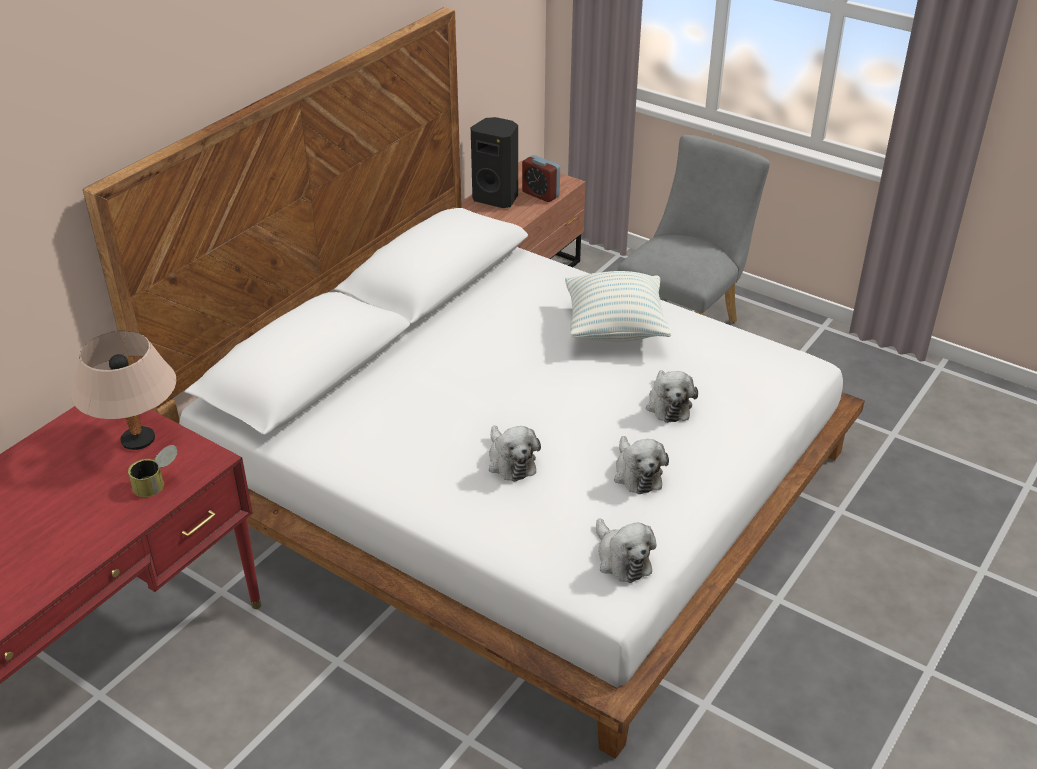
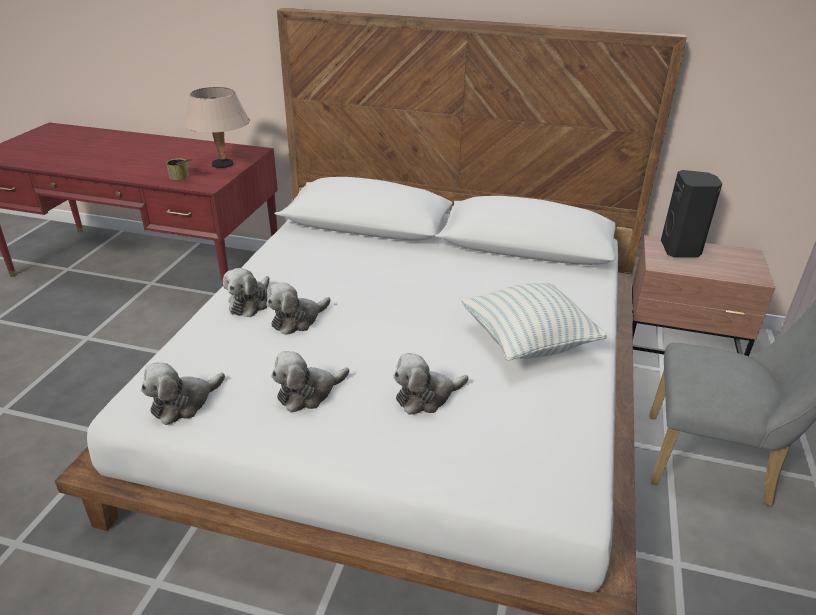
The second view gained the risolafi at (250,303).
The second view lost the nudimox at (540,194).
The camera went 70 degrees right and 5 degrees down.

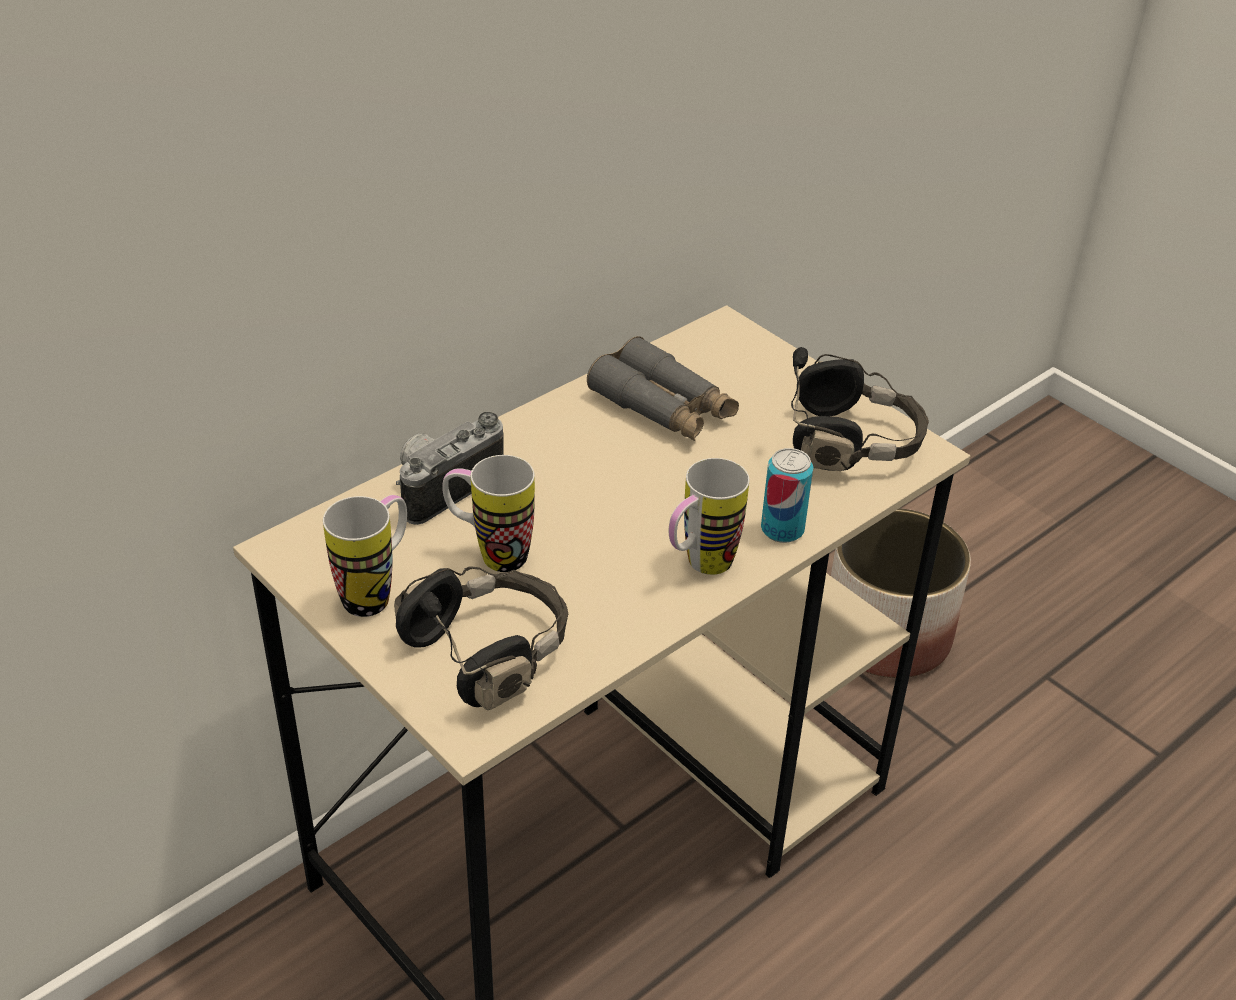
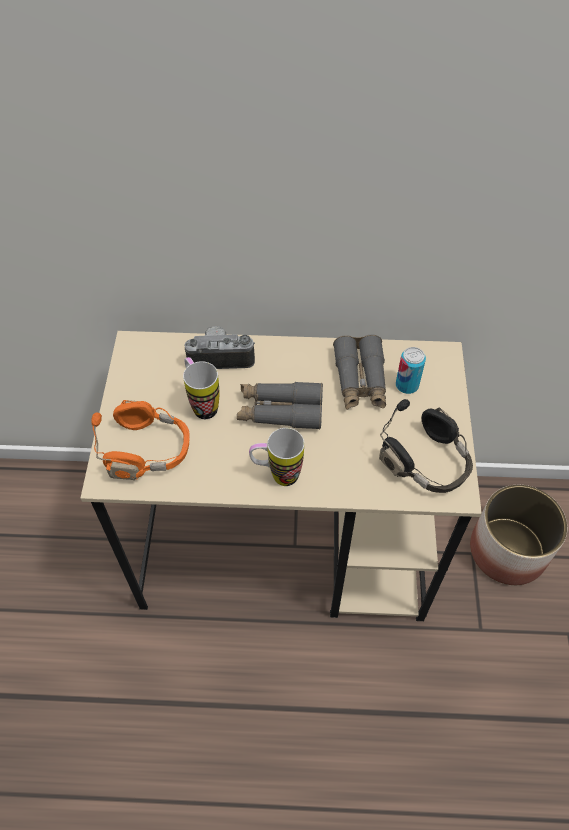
What was the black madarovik at (489,653) turned into the orange madarovik at (149,450).
The second view gained the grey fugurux at (280,411).
The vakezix ended up elsewhere, having gone from (782,529) to (407,385).
The second view lost the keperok at (377,592).
The camera went 45 degrees right and 15 degrees up.

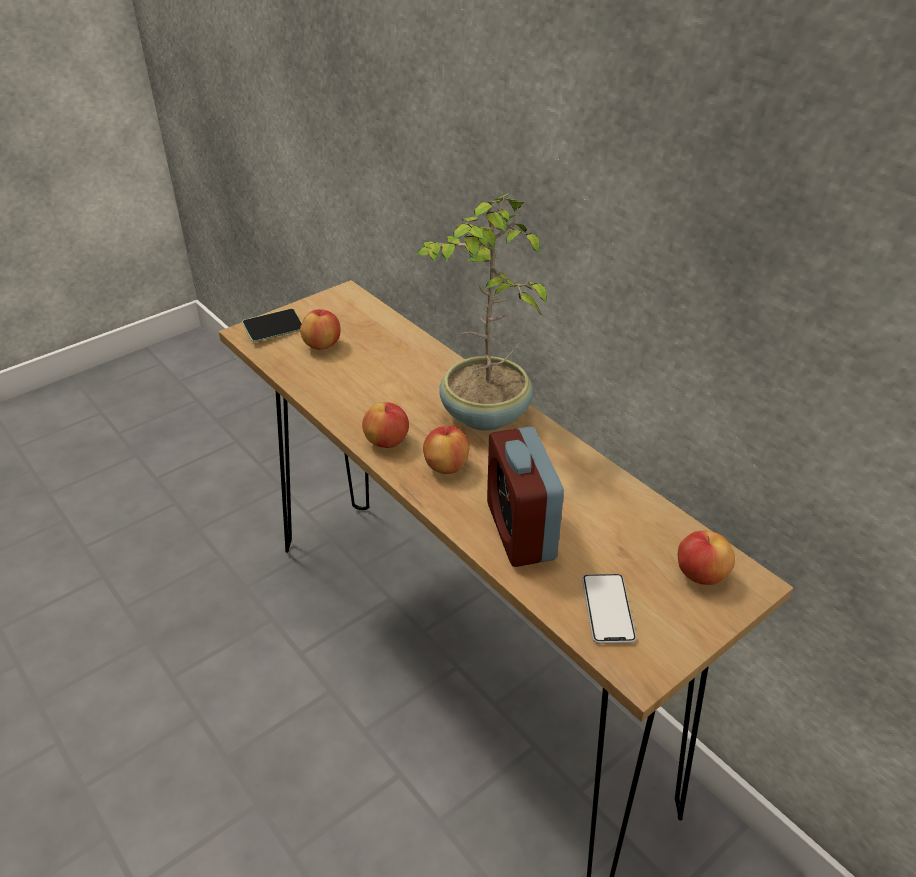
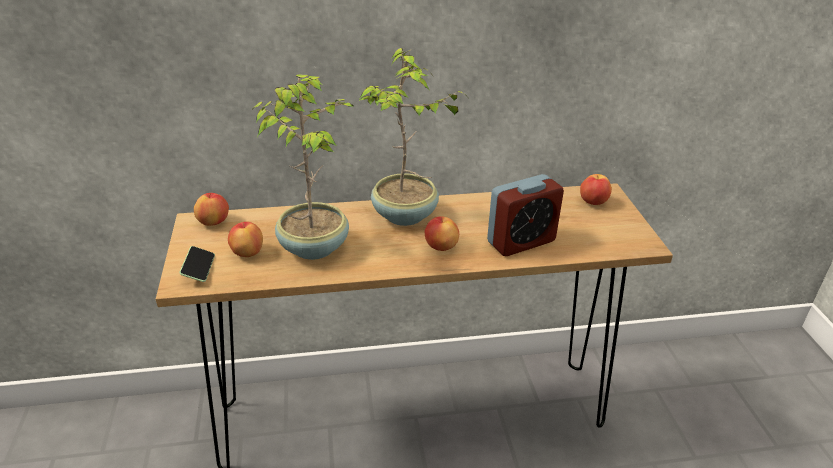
The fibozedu ended up elsewhere, having gone from (387,441) to (214,222).
The second view gained the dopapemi at (314,246).
The nudimox at (520,531) ended up facing another way, 45 degrees counterclockwise from before.
The second view lost the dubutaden at (608,609).
The camera went 60 degrees left and 5 degrees down.

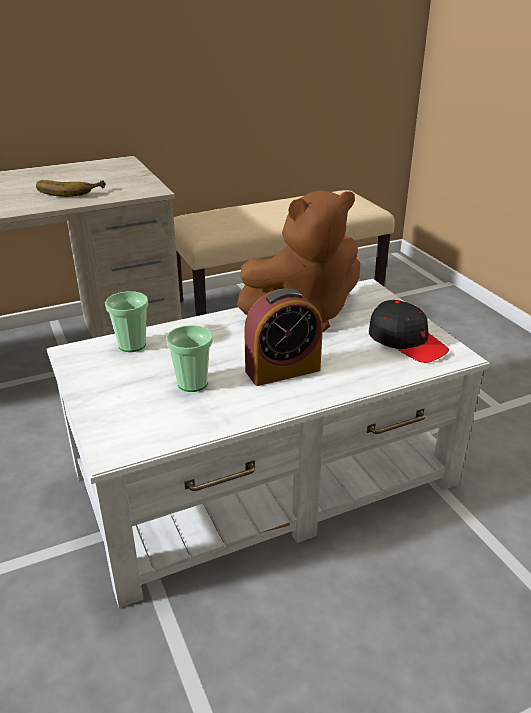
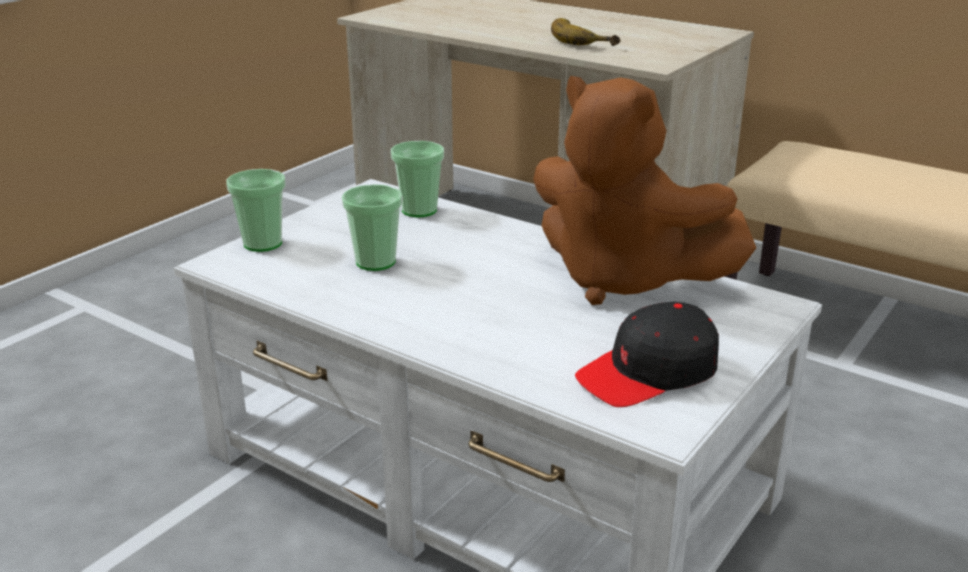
The second view gained the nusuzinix at (263,243).
The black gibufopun at (406,341) ended up facing another way, 45 degrees clockwise from before.
The second view lost the nudimox at (282,370).
The camera went 60 degrees right and 5 degrees down.

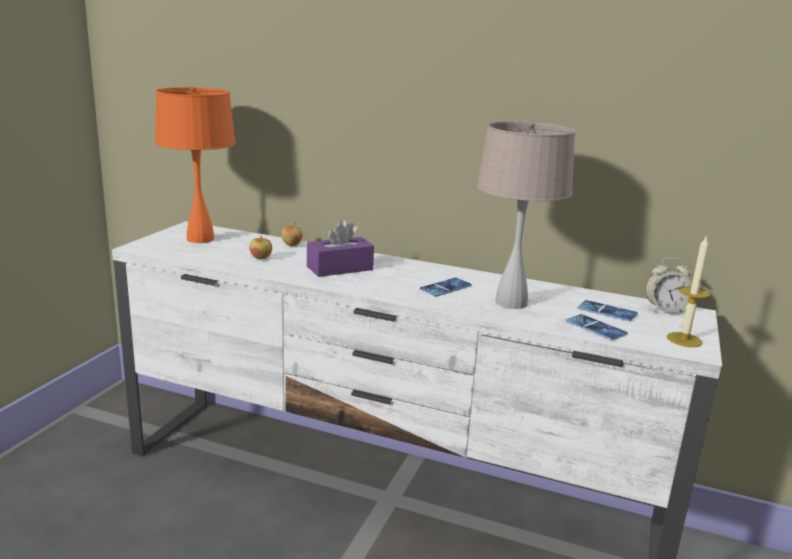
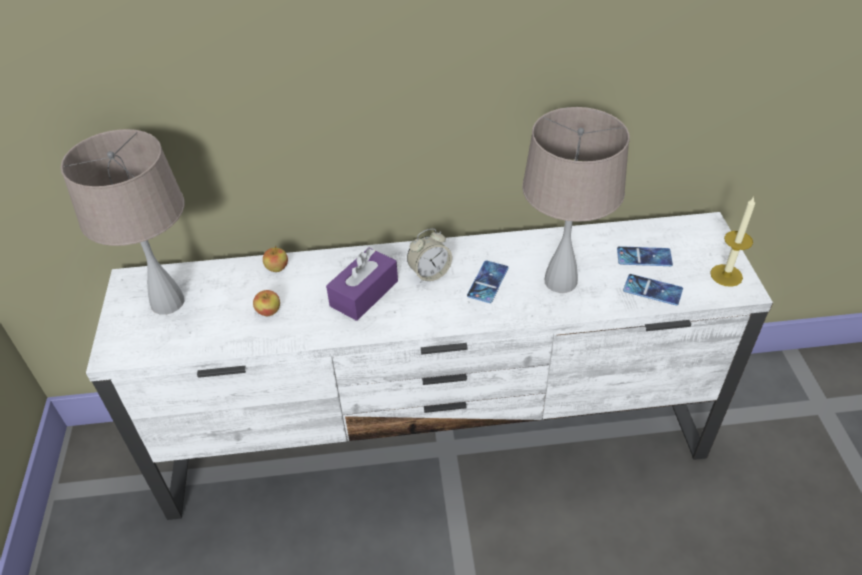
What was the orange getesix at (201,239) turned into the beige getesix at (168,302).
The nudimox ended up elsewhere, having gone from (664,309) to (429,273).
The camera went 25 degrees left and 25 degrees up.

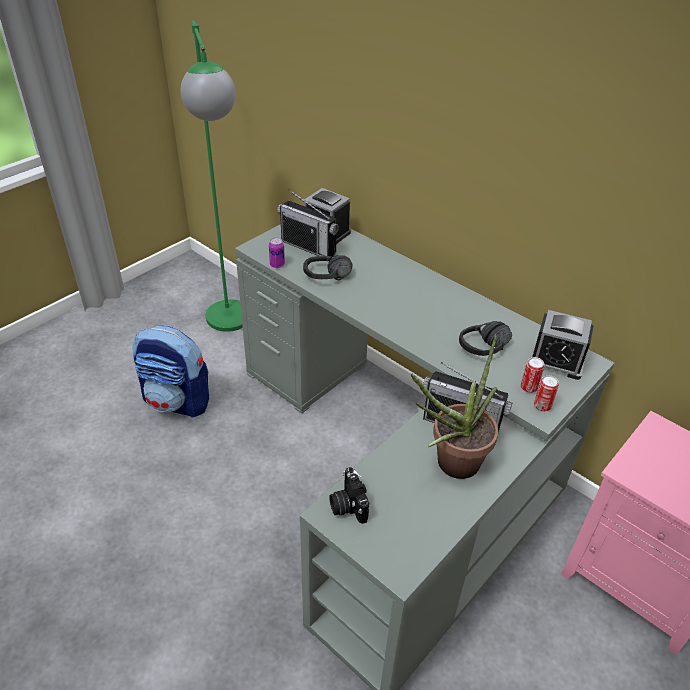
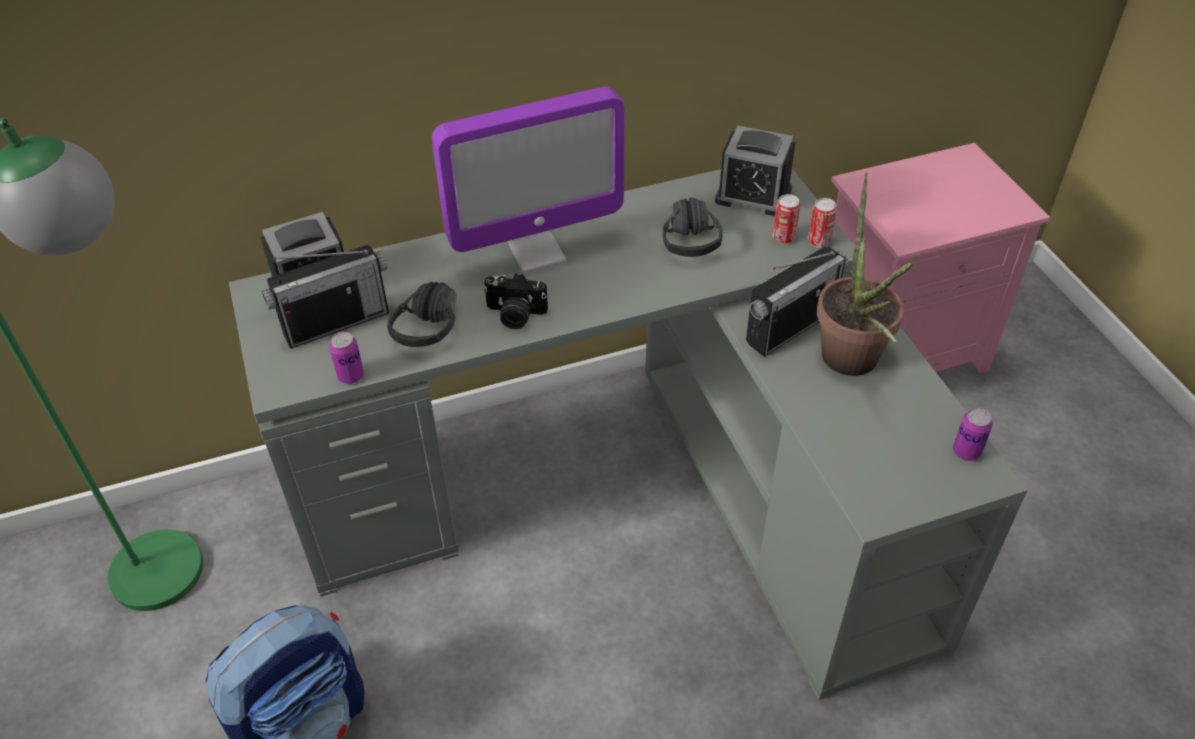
The second view gained the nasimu at (536,252).
The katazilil ended up elsewhere, having gone from (347,505) to (515,315).
The nudimox at (556,361) ended up facing another way, 60 degrees clockwise from before.
The second view gained the vakezix at (966,451).
The camera went 60 degrees left and 5 degrees up.

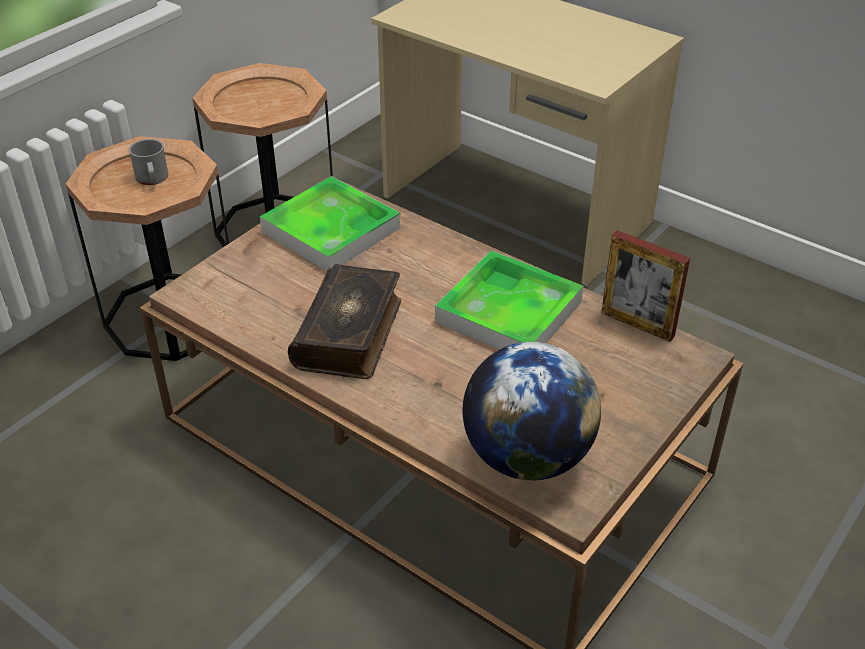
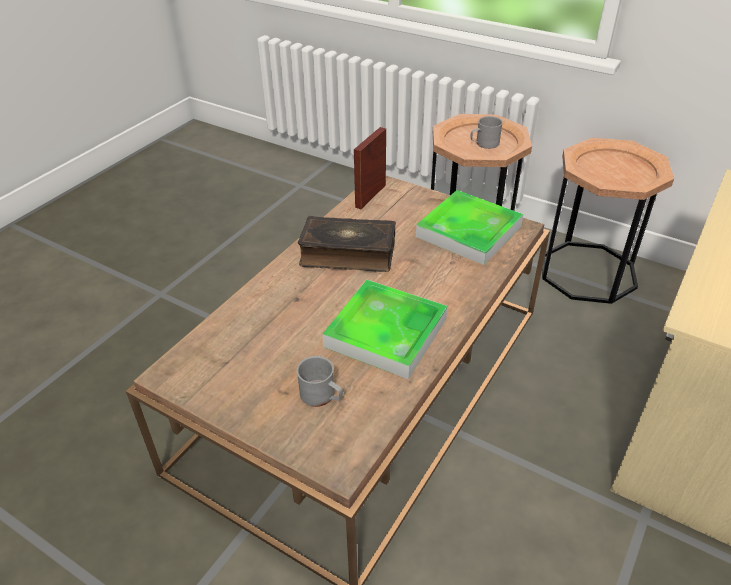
The second view gained the grey keperok at (322,396).
The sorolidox ended up elsewhere, having gone from (637,324) to (370,196).
The second view lost the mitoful at (527,457).
The camera went 85 degrees right and 0 degrees up.

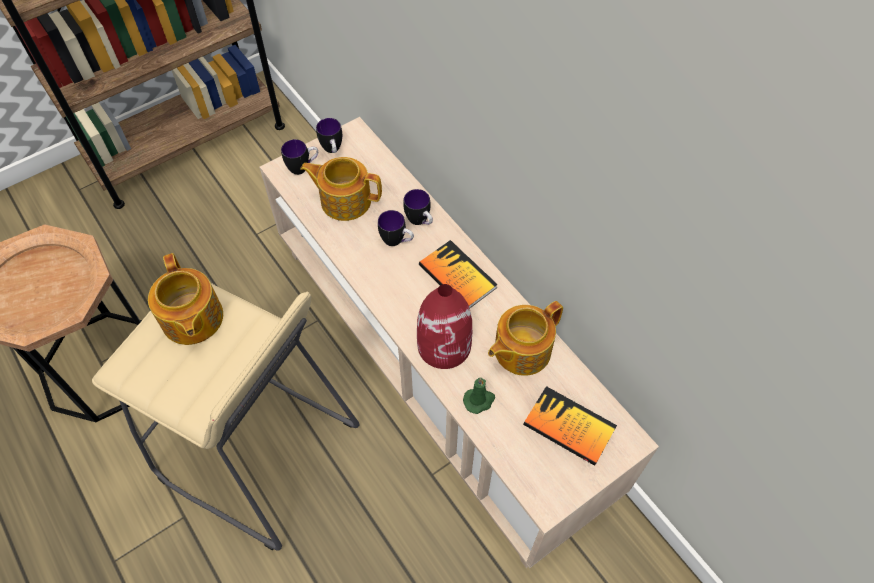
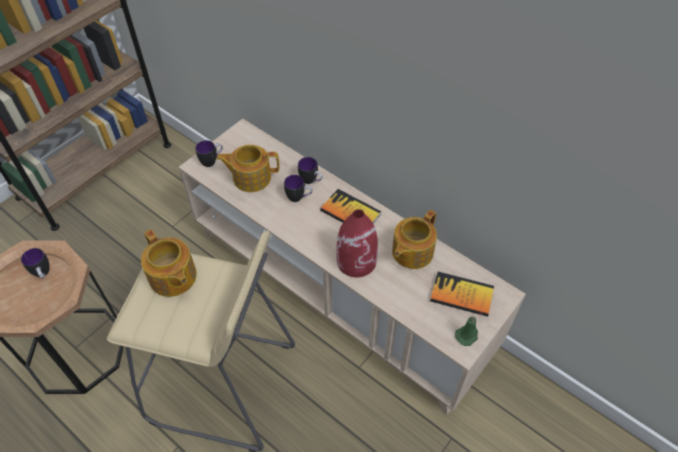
The keperok ended up elsewhere, having gone from (333,151) to (43,274).
The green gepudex ended up elsewhere, having gone from (479,400) to (467,335).
The camera went 15 degrees left and 5 degrees down.

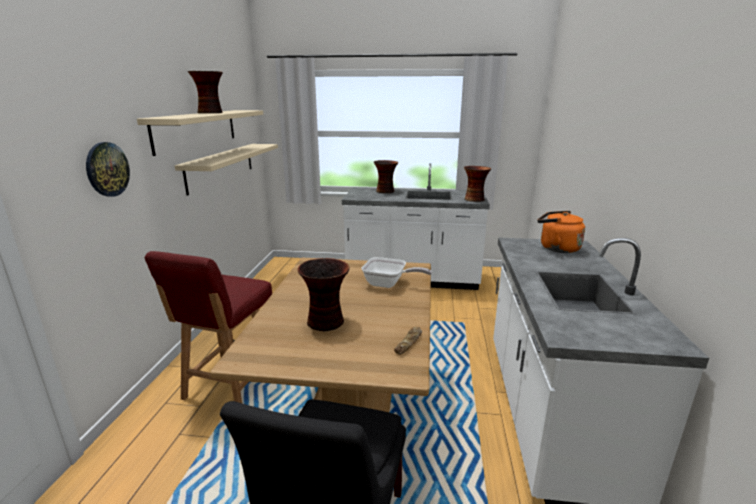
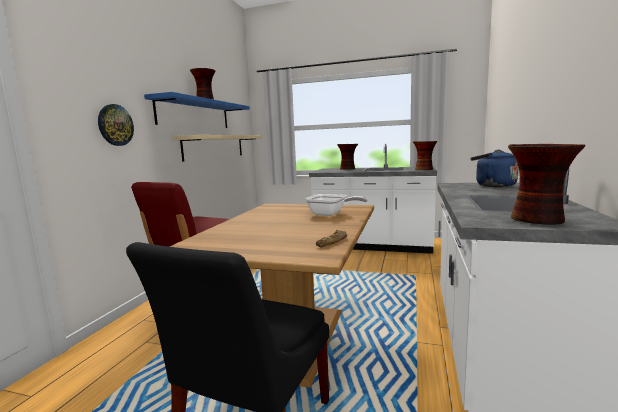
What was the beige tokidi at (197,129) turned into the blue tokidi at (195,114).
What was the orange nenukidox at (556,248) turned into the blue nenukidox at (492,185).
The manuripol ended up elsewhere, having gone from (327,322) to (539,220).
The camera went 10 degrees right and 10 degrees down.

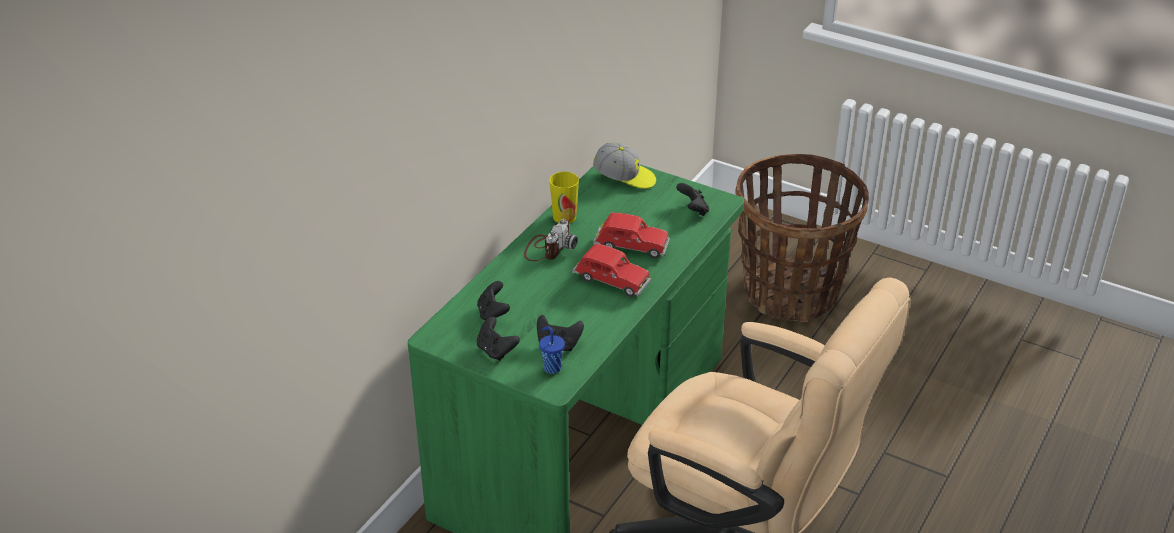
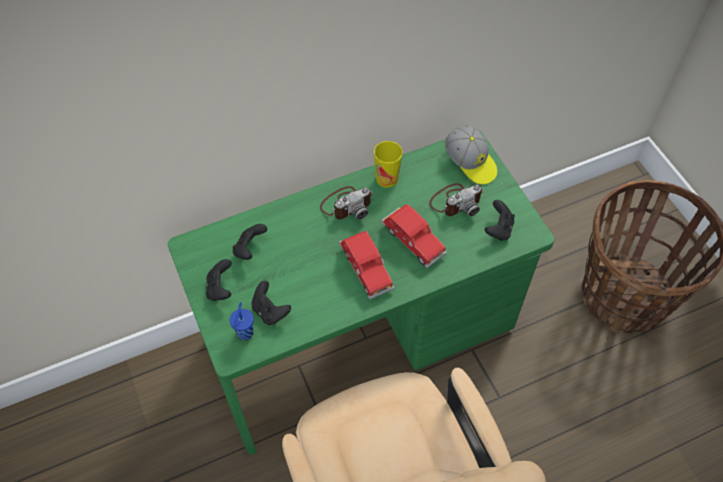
The second view gained the katazilil at (456,201).
The camera went 35 degrees right and 20 degrees up.

